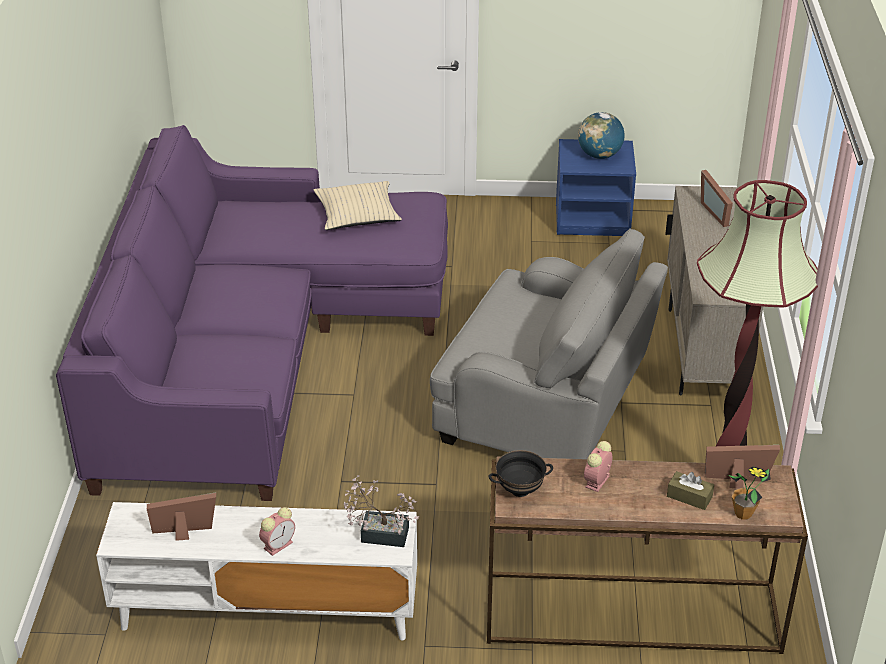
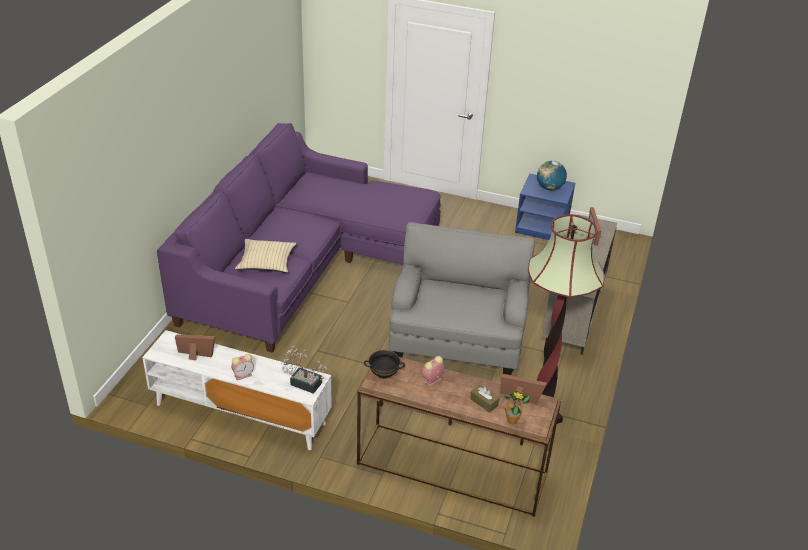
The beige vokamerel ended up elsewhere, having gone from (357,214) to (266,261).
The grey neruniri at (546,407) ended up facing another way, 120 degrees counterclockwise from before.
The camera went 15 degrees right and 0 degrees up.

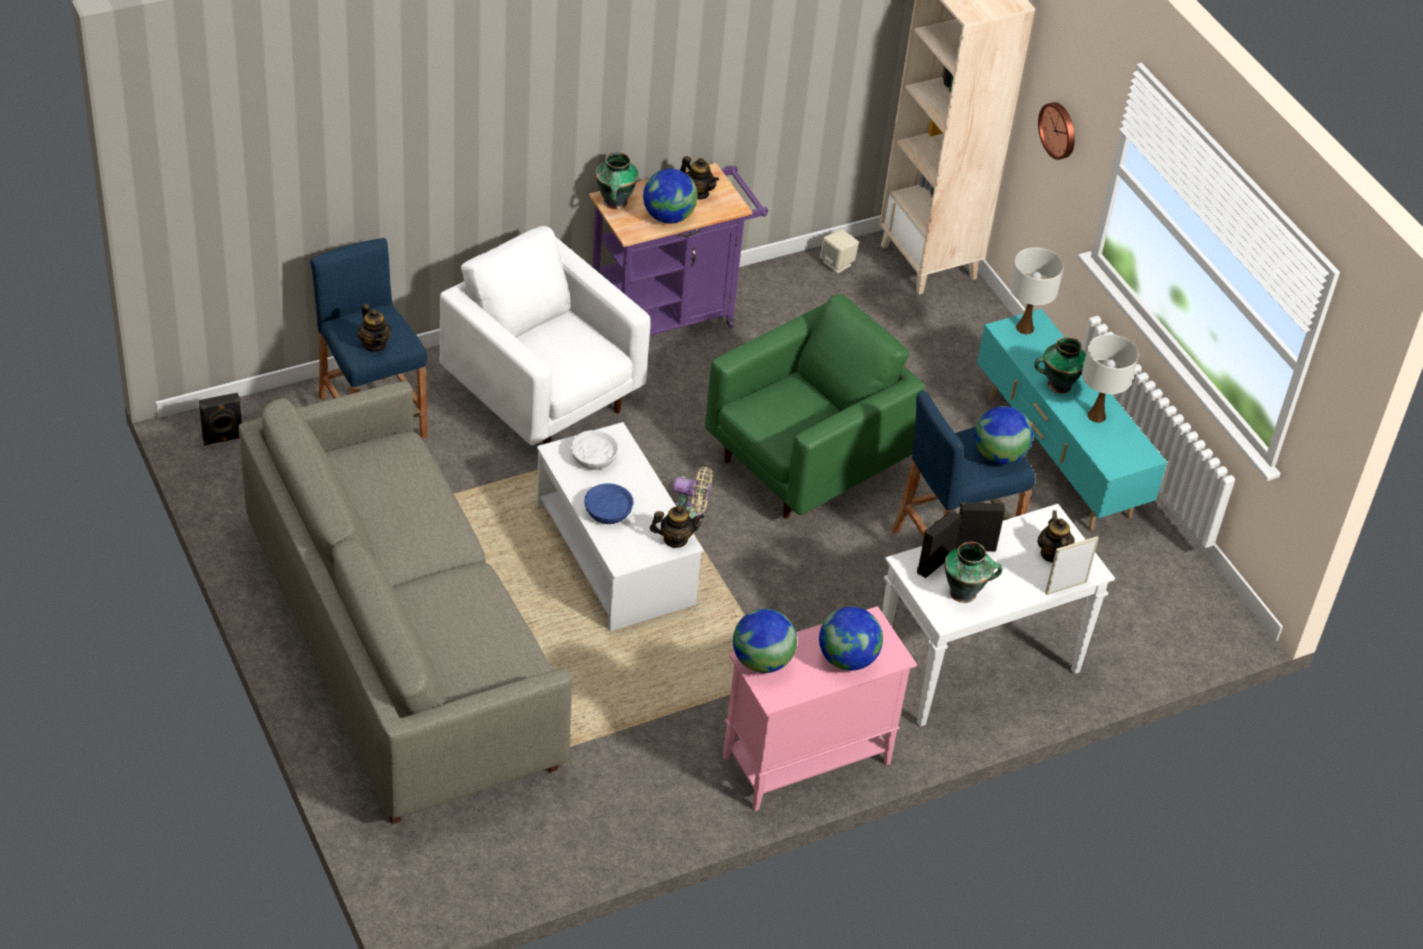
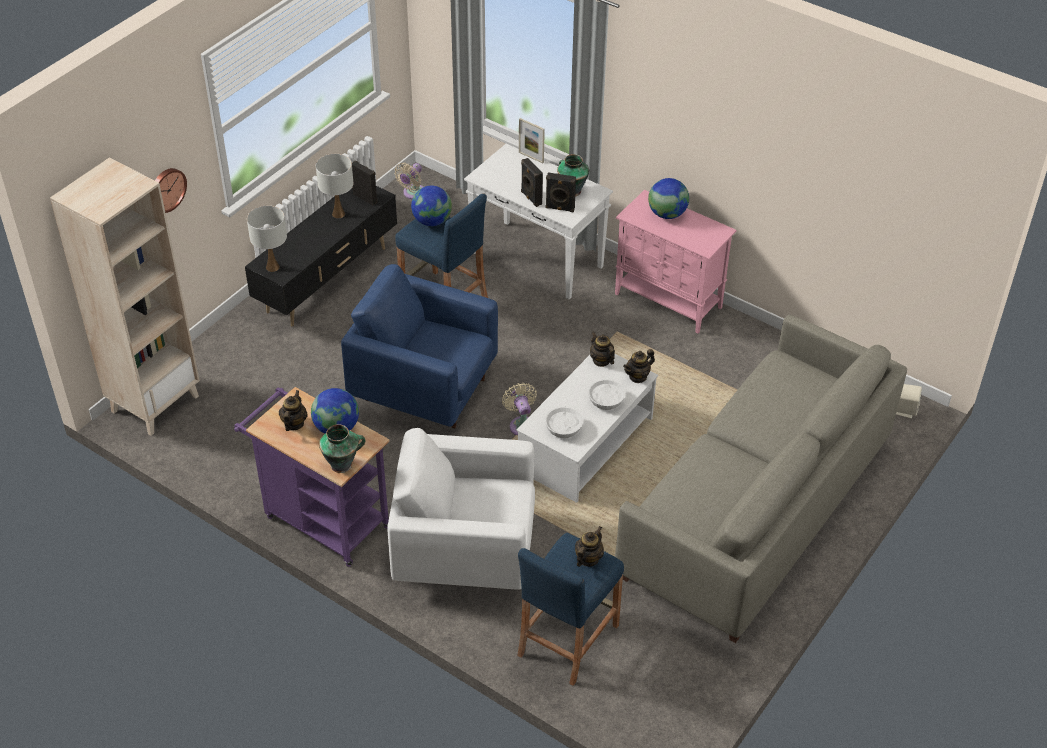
What was the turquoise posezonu at (1057,459) turned into the black posezonu at (328,280).
What was the green neruniri at (805,463) turned into the blue neruniri at (425,389).
The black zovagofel ended up elsewhere, having gone from (223,439) to (366,197).
The white neruniri at (543,396) ended up facing another way, 75 degrees clockwise from before.
The second view gained the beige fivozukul at (413,193).
What was the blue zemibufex at (607,511) turned into the white zemibufex at (606,401).
The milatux ended up elsewhere, having gone from (1052,554) to (638,376).
The beige zovagofel ended up elsewhere, having gone from (837,264) to (904,410).
The second view lost the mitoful at (762,661).
The second view lost the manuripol at (1058,385).
The camera went 115 degrees left and 0 degrees up.

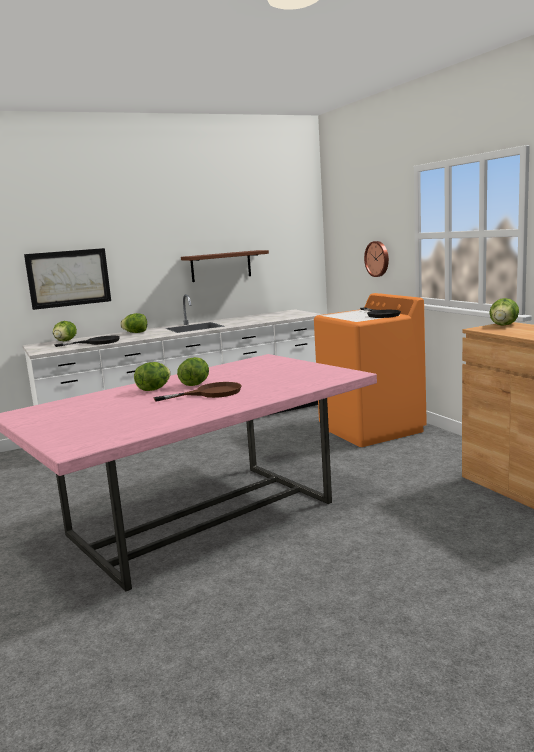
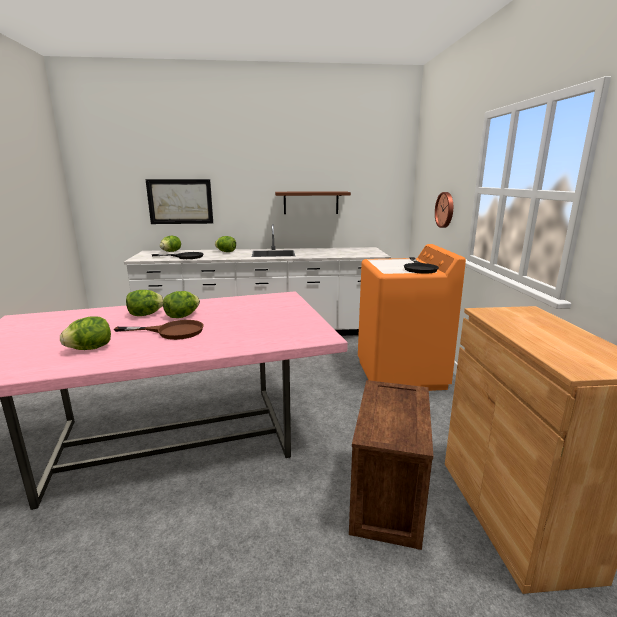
The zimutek ended up elsewhere, having gone from (503,325) to (90,348).
The second view gained the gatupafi at (389,499).
The camera went 20 degrees right and 5 degrees up.

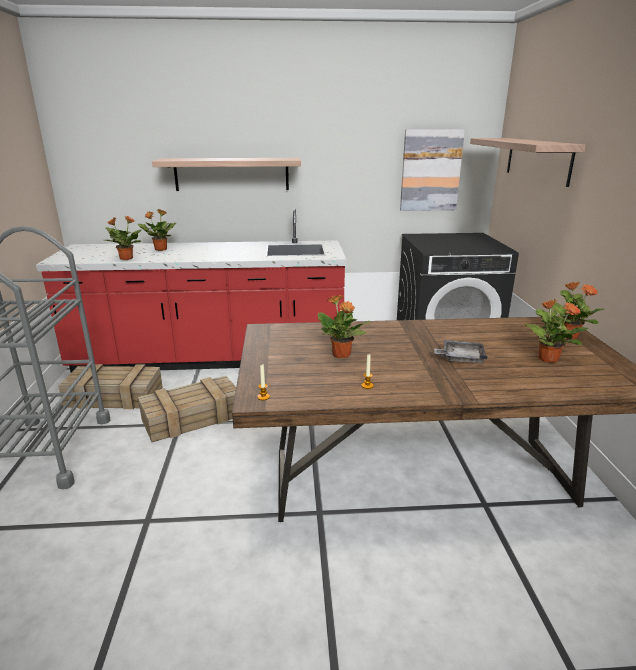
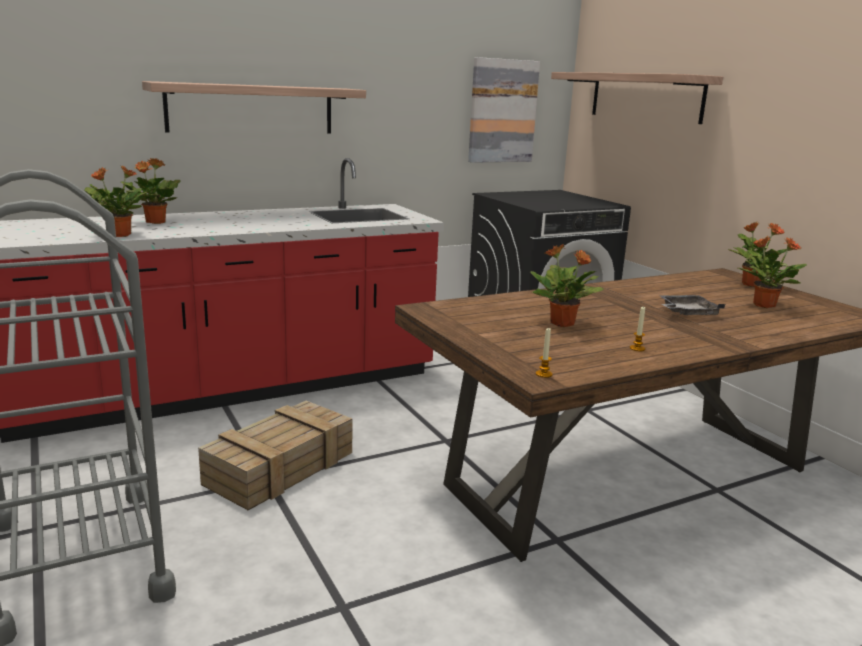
The second view lost the gatupafi at (113,397).
The camera went 25 degrees left and 5 degrees down.

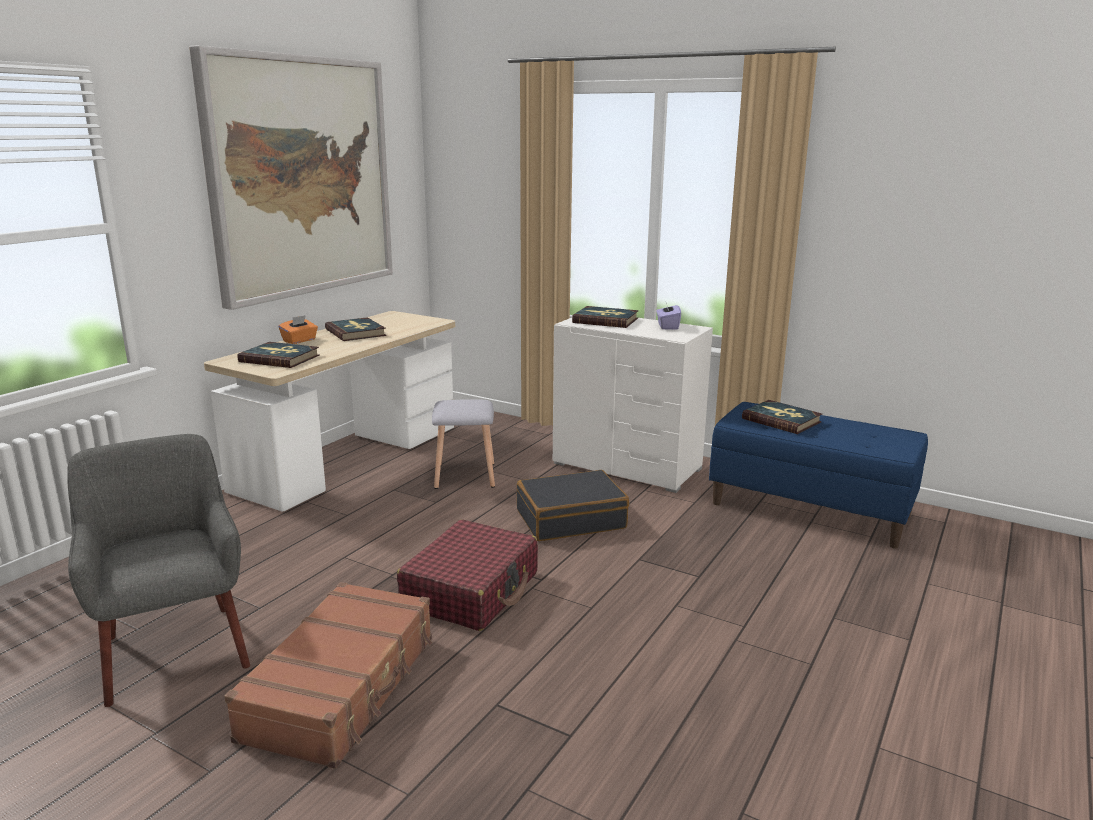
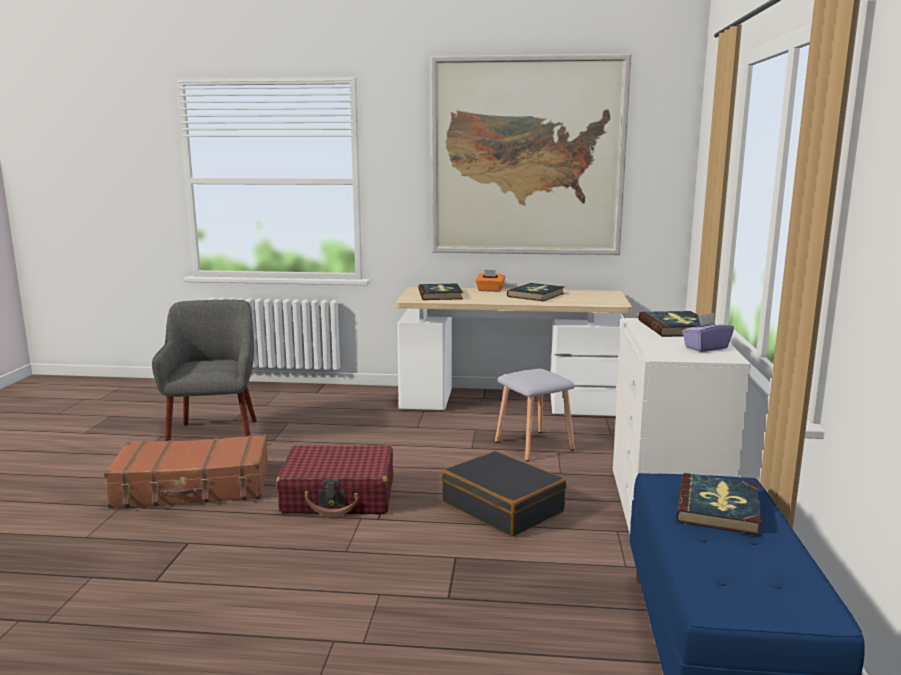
The grey neruniri at (174,651) ended up facing another way, 45 degrees counterclockwise from before.
The camera went 65 degrees right and 5 degrees down.

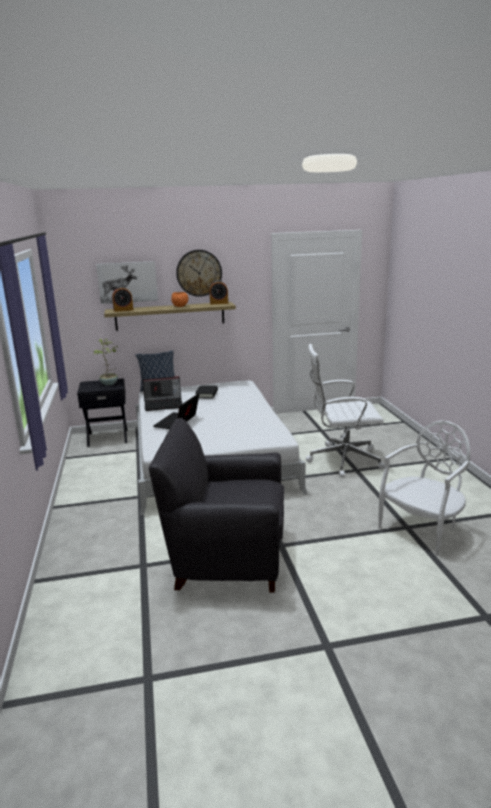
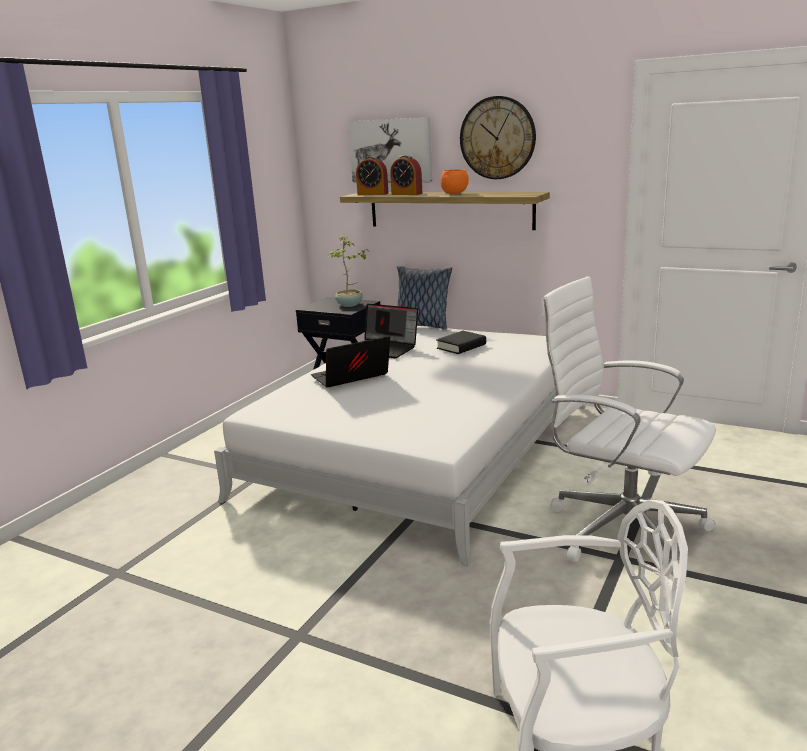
The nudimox ended up elsewhere, having gone from (219,303) to (406,194).
The second view lost the black neruniri at (226,557).
The camera went 40 degrees right and 0 degrees up.

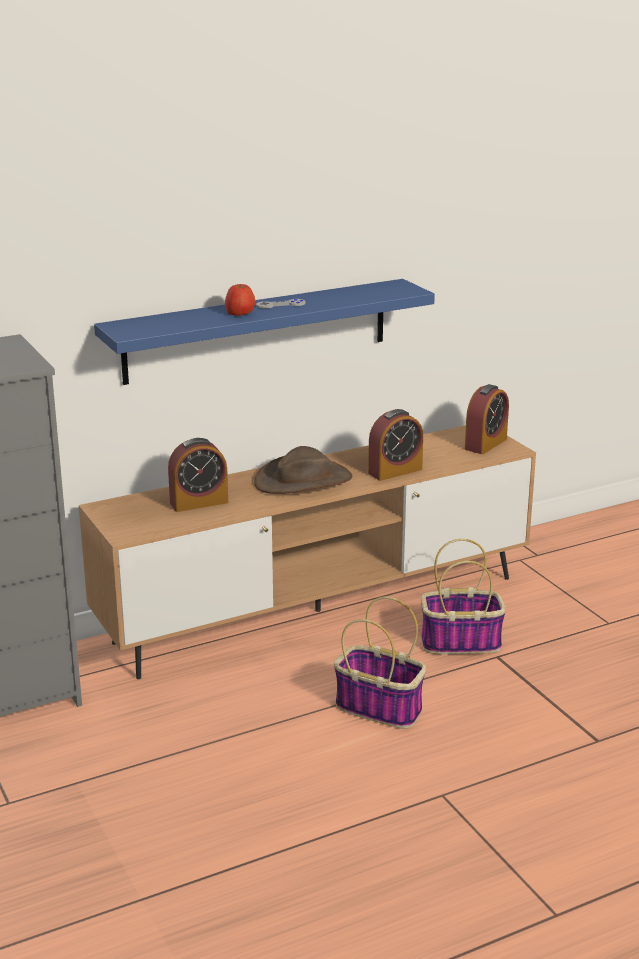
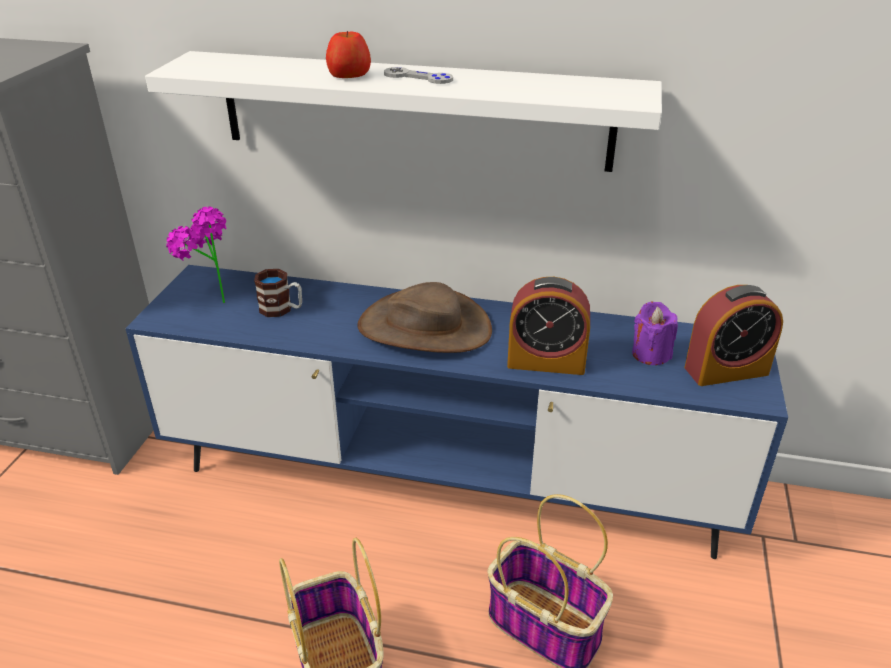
What was the brown posezonu at (318,610) turned into the blue posezonu at (446,481).
What was the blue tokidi at (257,330) turned into the white tokidi at (413,110).
The second view gained the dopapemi at (211,301).
Where the nudimox stood at (199,502), the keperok came to stand at (282,309).
The second view gained the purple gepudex at (650,354).
The camera went 40 degrees right and 10 degrees up.

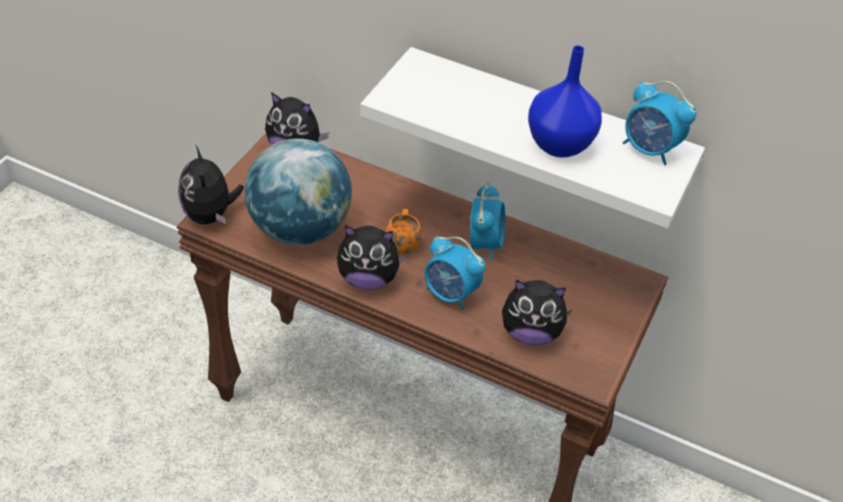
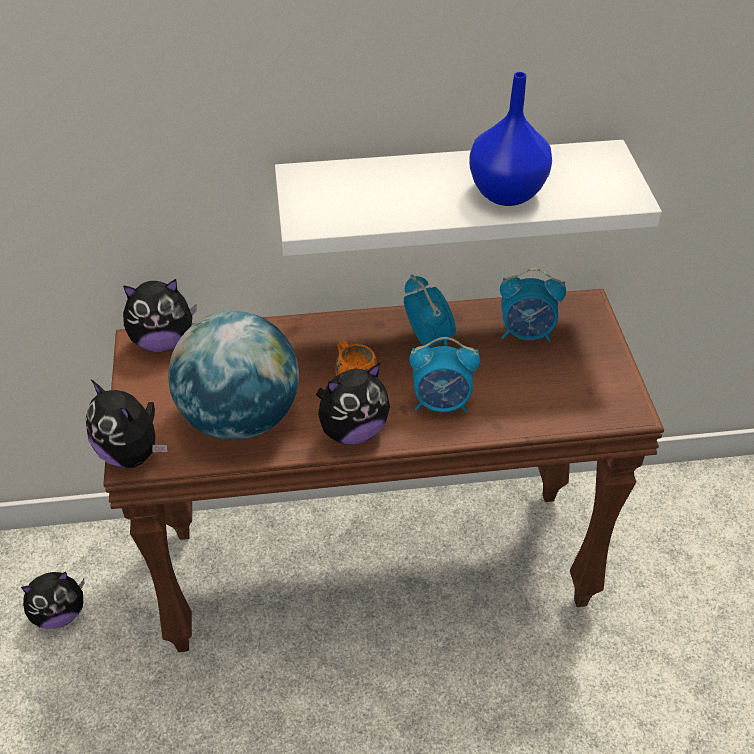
The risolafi ended up elsewhere, having gone from (530,333) to (60,614).
The nudimox ended up elsewhere, having gone from (649,150) to (527,333).
The camera went 30 degrees left and 0 degrees up.

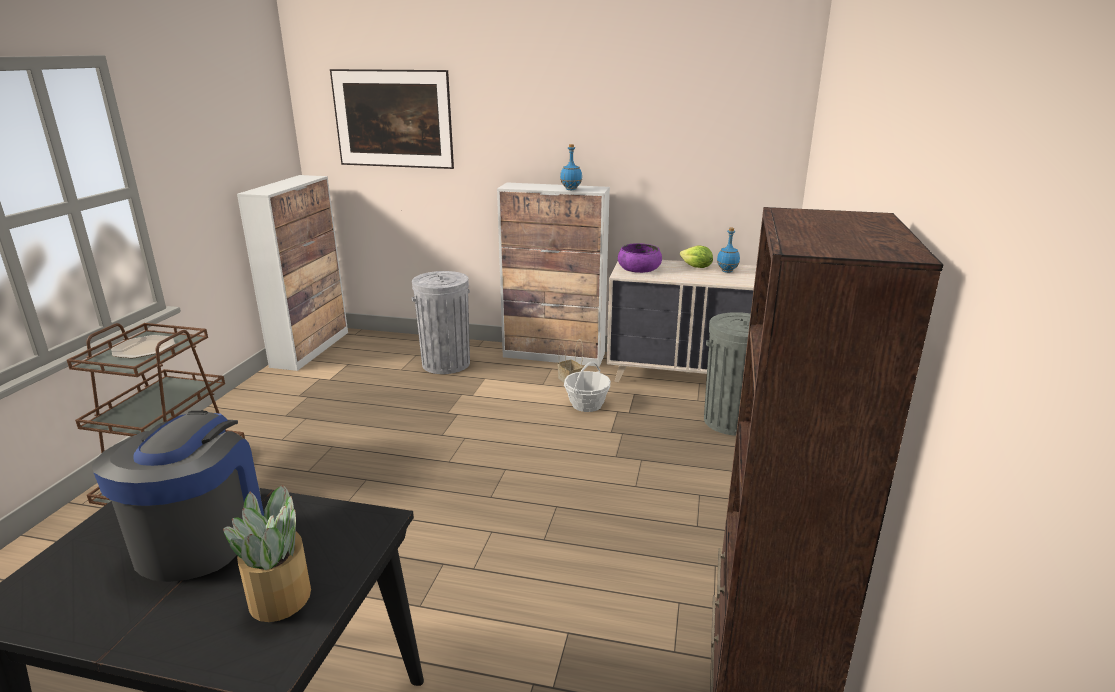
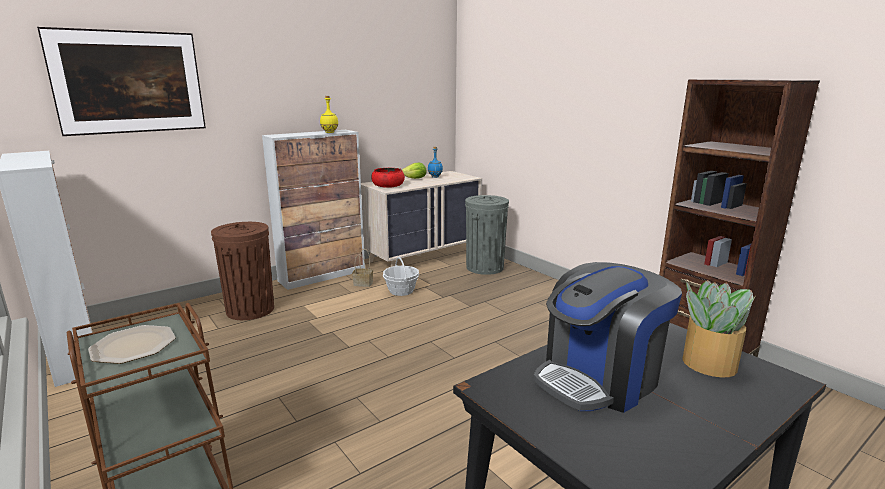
What was the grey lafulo at (446,363) turned into the brown lafulo at (250,309).
What was the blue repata at (571,189) turned into the yellow repata at (329,132).
What was the purple zemibufex at (639,269) turned into the red zemibufex at (388,185).
The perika at (200,535) ended up facing another way, 75 degrees counterclockwise from before.
The camera went 50 degrees left and 5 degrees down.

